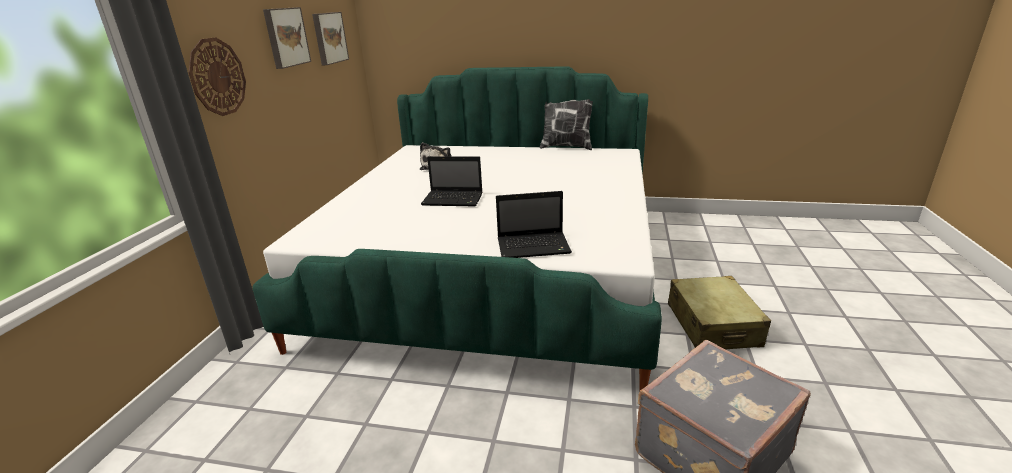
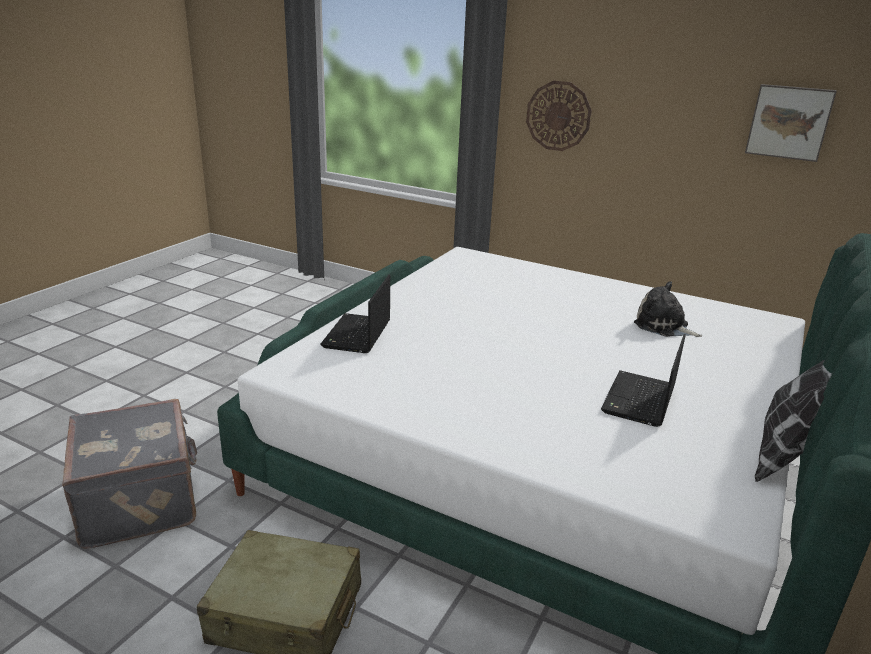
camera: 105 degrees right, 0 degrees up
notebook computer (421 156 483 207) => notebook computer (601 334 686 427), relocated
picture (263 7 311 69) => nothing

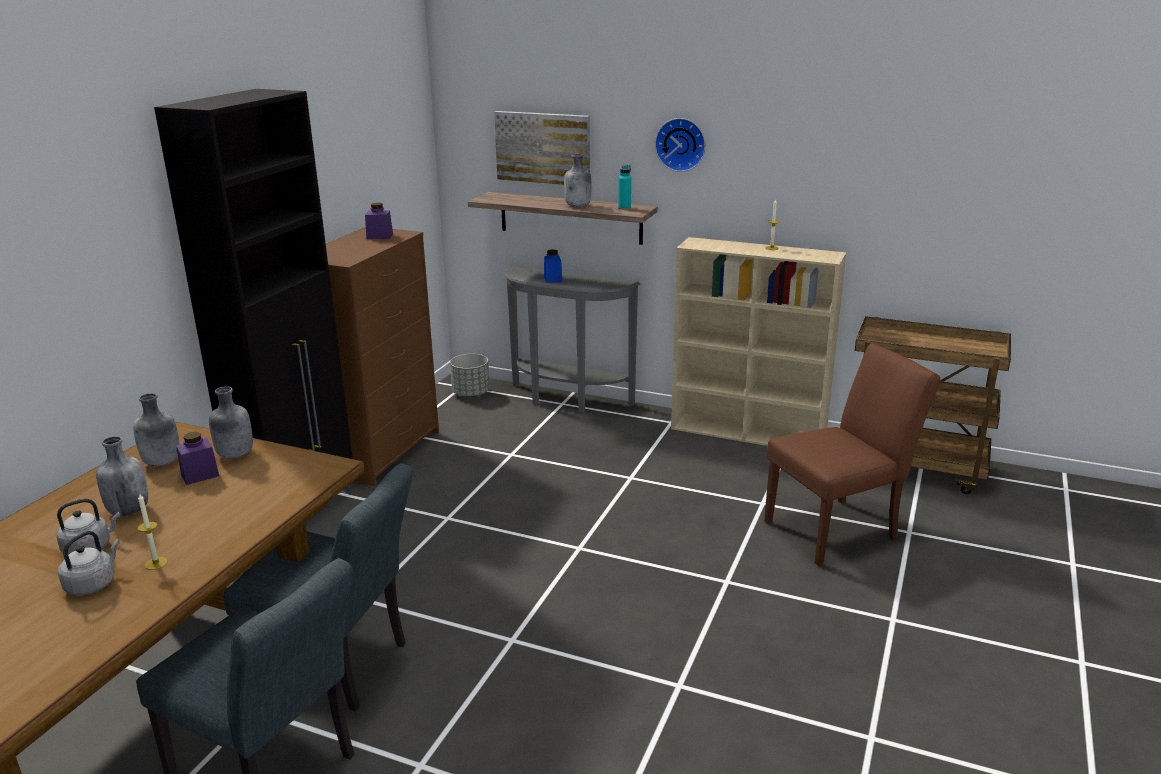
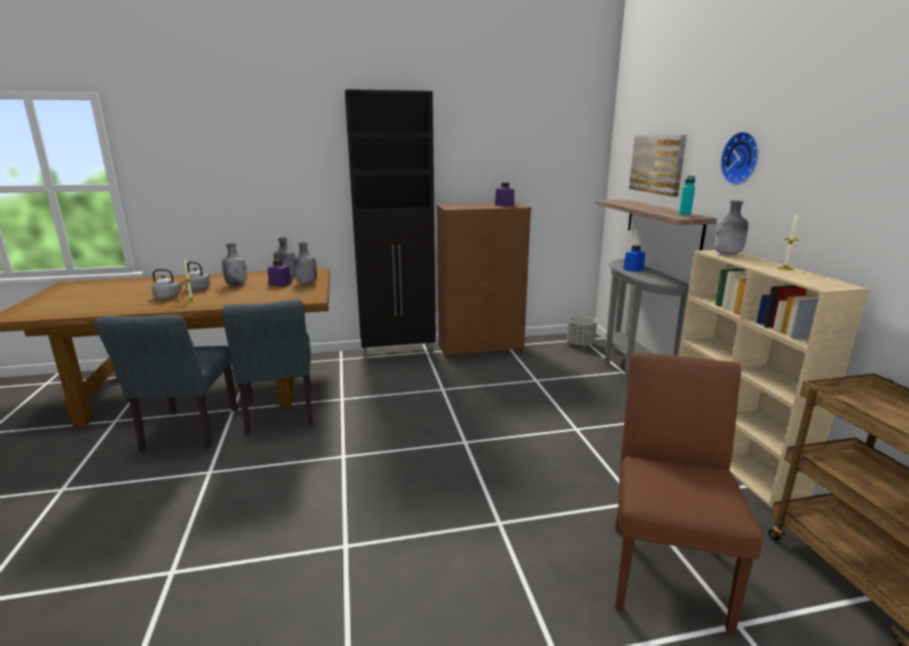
camera: 55 degrees right, 5 degrees down
brown upright chair (764 344 940 566) => brown upright chair (615 353 763 634), 105 degrees counterclockwise
grey beverage bottle (564 154 592 207) => grey beverage bottle (714 200 748 255), relocated

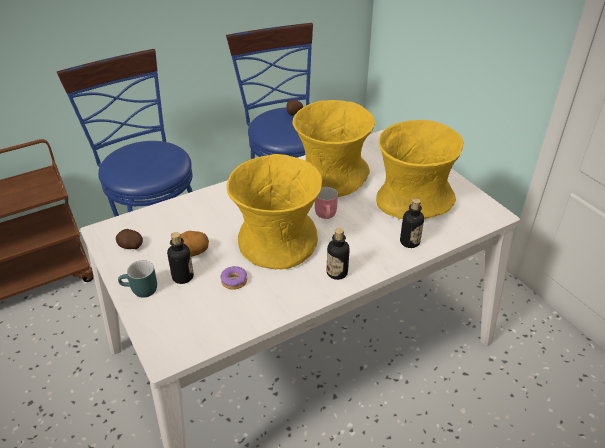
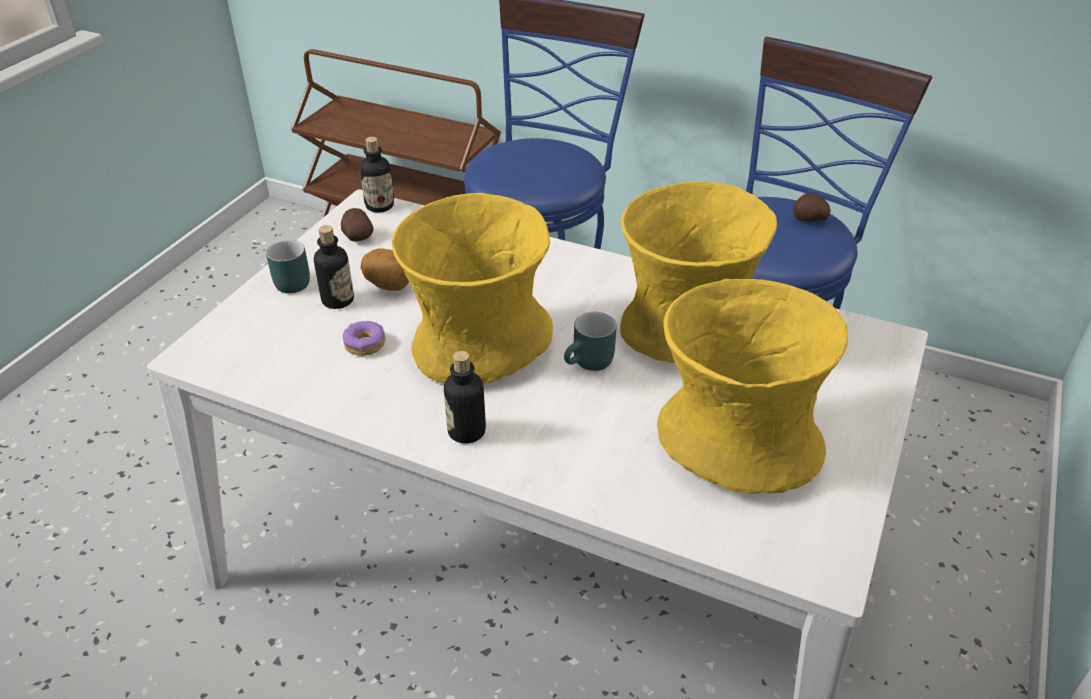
camera: 55 degrees right, 0 degrees up
beverage bottle (400 198 424 248) => beverage bottle (360 137 394 212), relocated
pink coffee mug (315 187 338 219) => turquoise-coloured coffee mug (564 312 617 371)

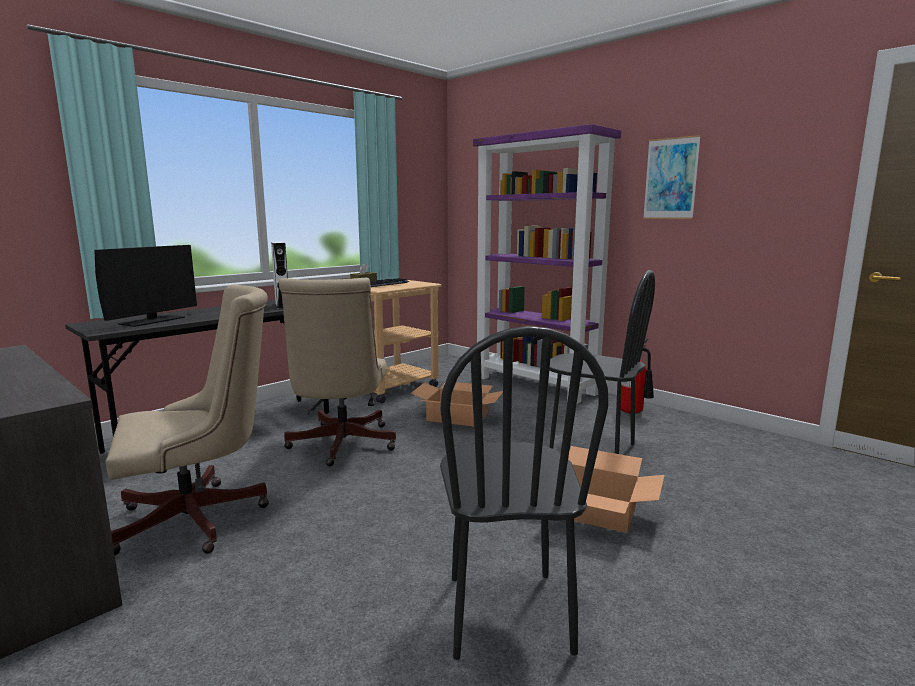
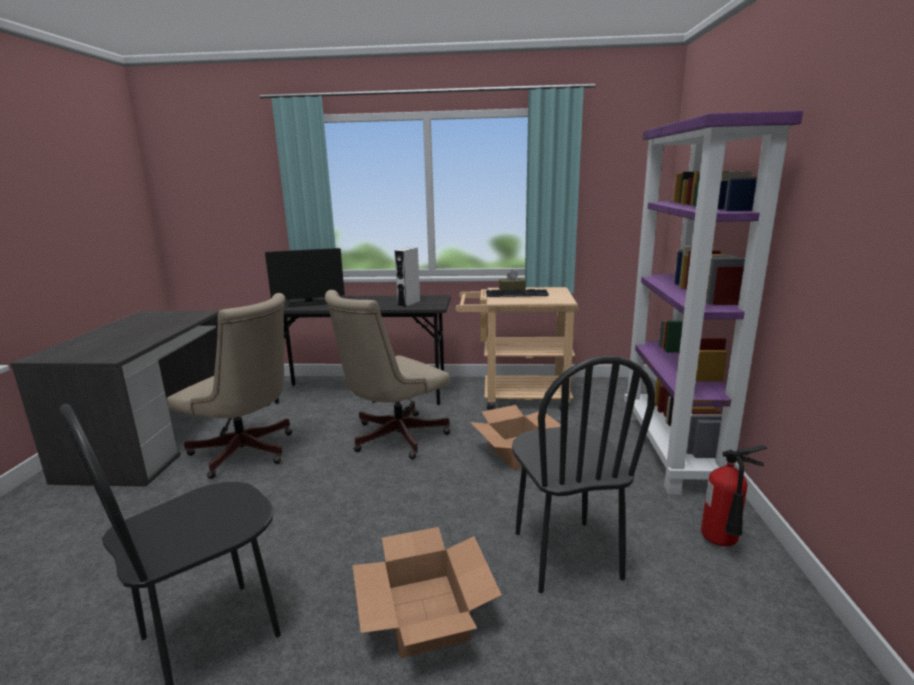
camera: 50 degrees right, 5 degrees up
picture (643 135 701 219) => nothing

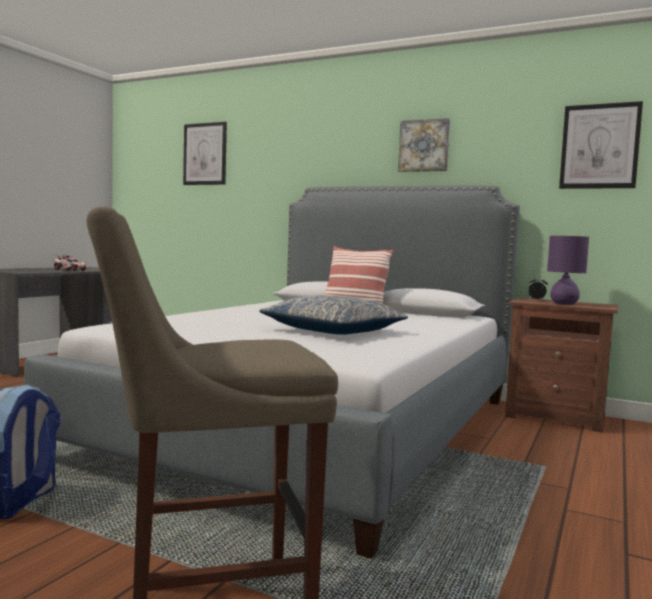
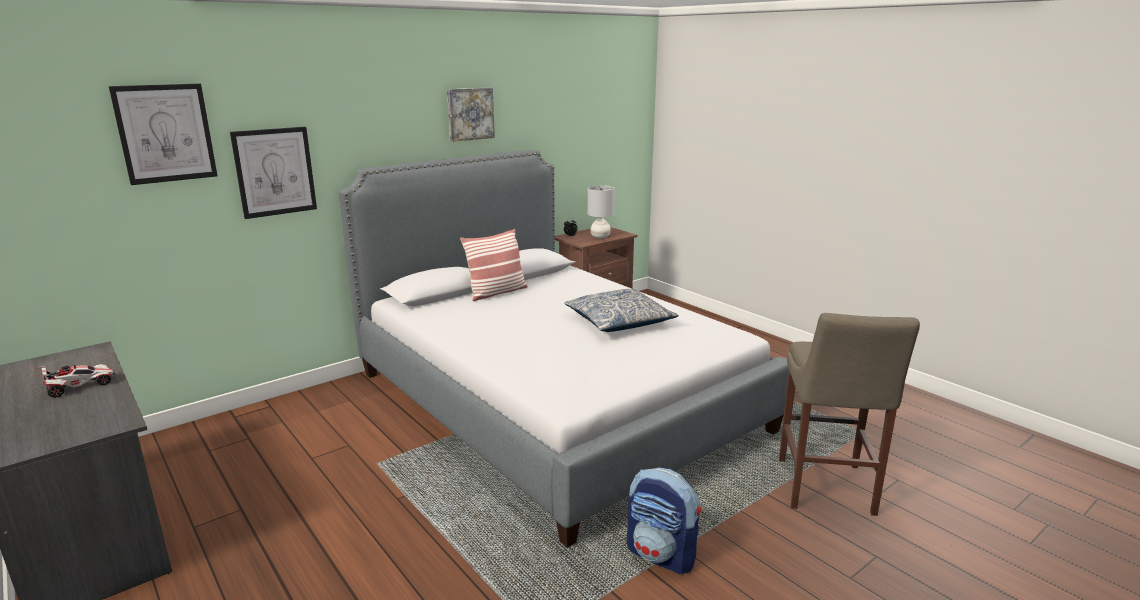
camera: 65 degrees left, 15 degrees up
picture (559 101 643 189) => picture (230 127 317 219), relocated
purplish tabletop lamp (547 236 589 305) => grey tabletop lamp (587 185 615 238)

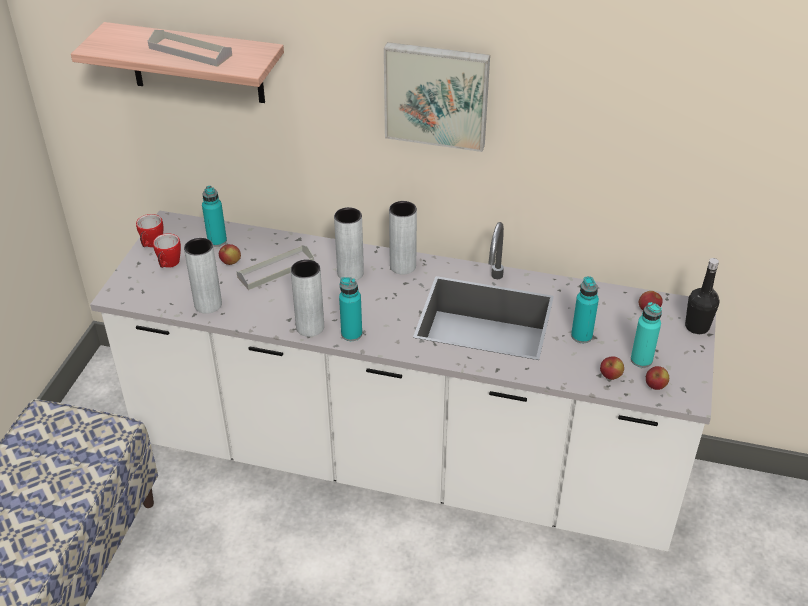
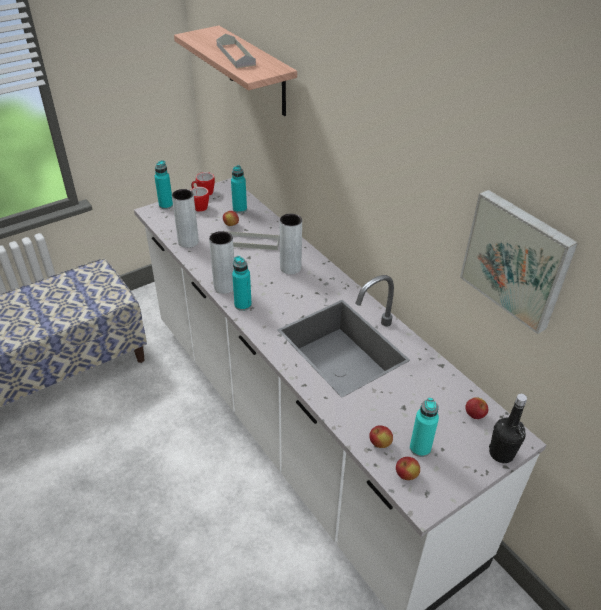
camera: 40 degrees right, 0 degrees up
turquoise-coloured beverage bottle (571 276 599 343) => turquoise-coloured beverage bottle (154 160 173 209), relocated
picture (384 42 490 152) => picture (460 190 578 334), relocated
grey flower vase (389 201 417 275) => nothing

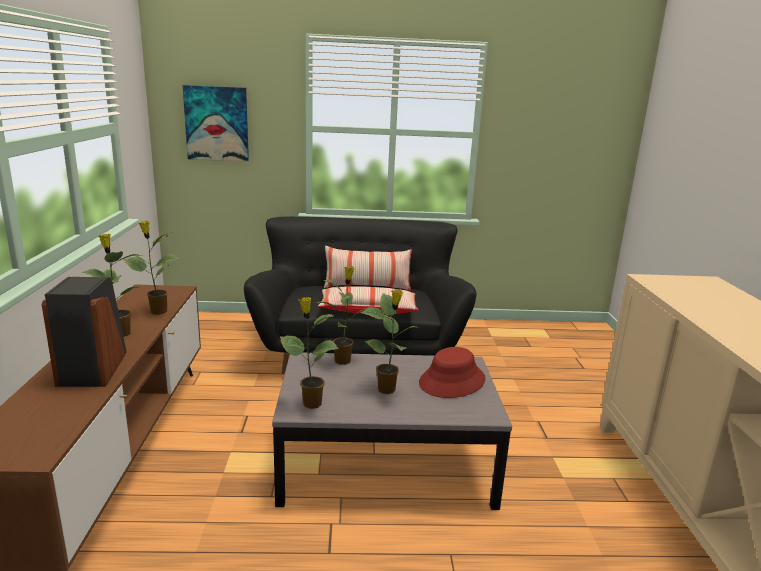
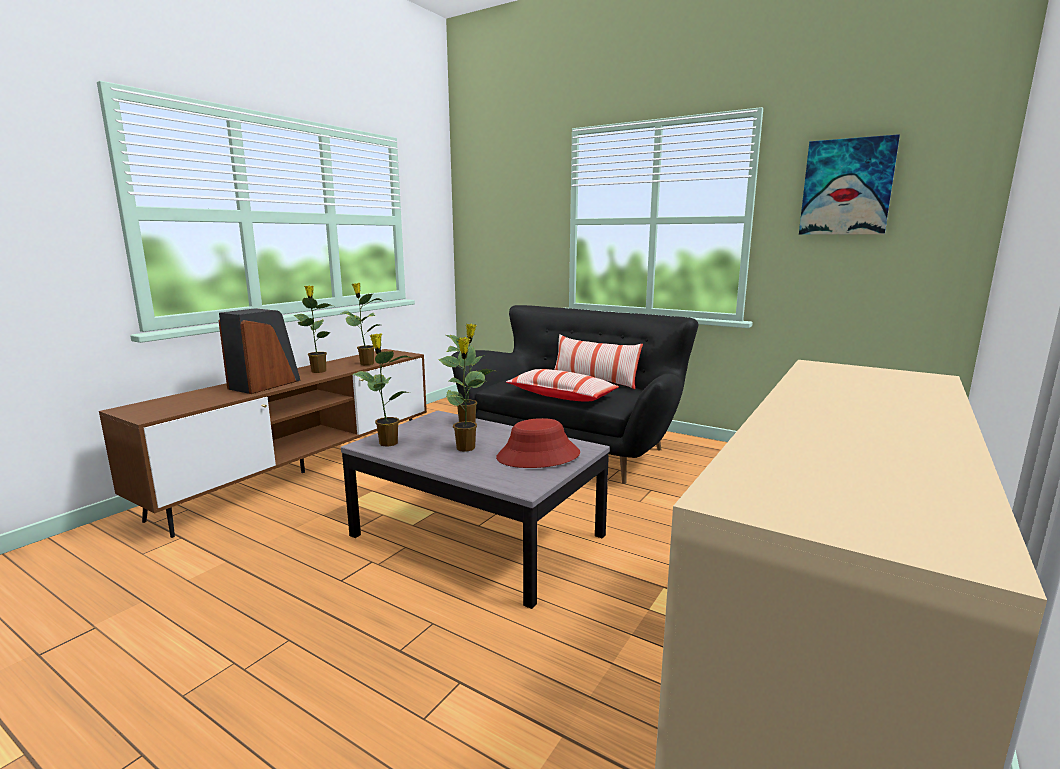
camera: 35 degrees right, 5 degrees down
picture (183 85 249 162) => picture (799 134 900 235), relocated

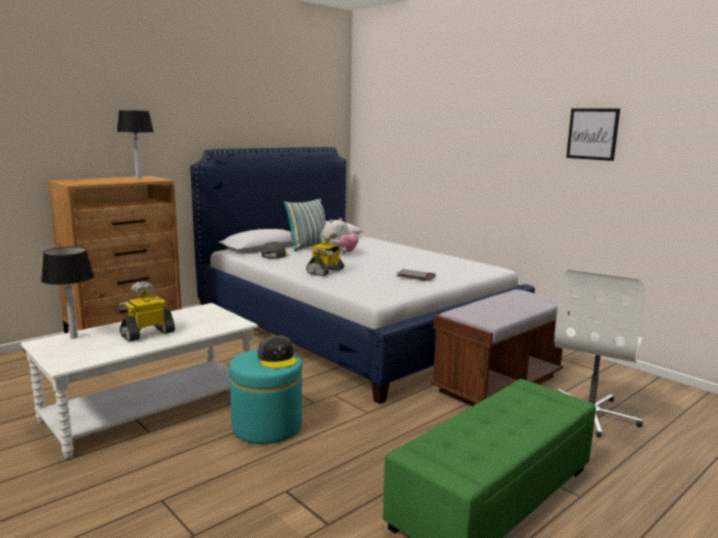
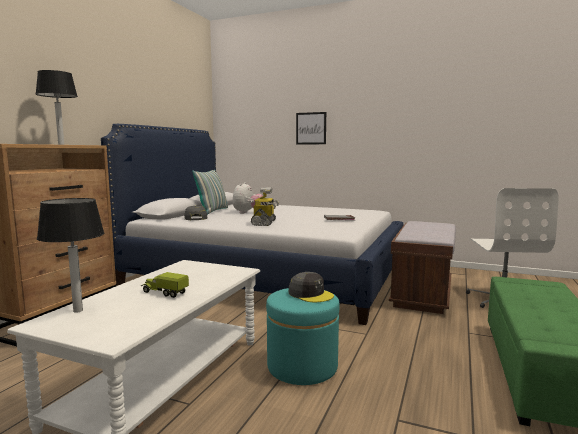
camera: 25 degrees left, 5 degrees down
toy robot (119 282 175 342) => model truck (141 272 189 298)
picture (566 109 620 161) => picture (296 112 326 144), relocated

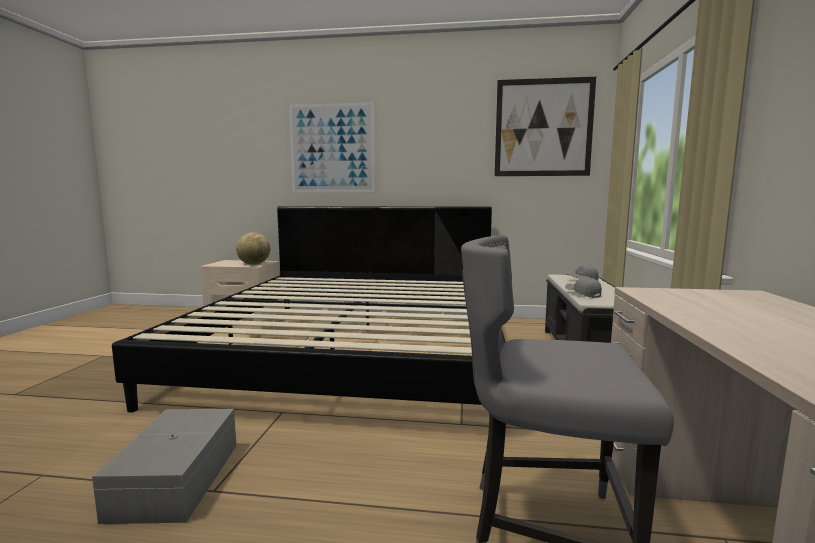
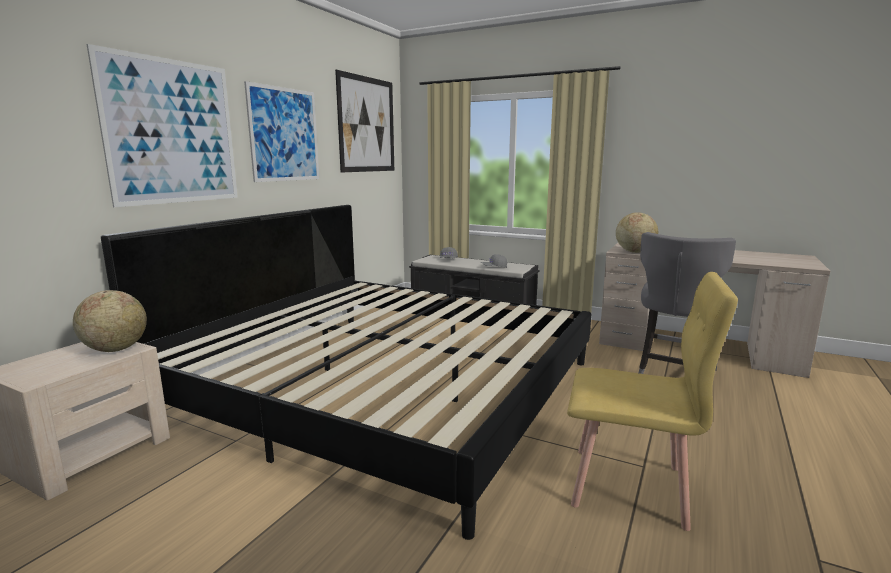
camera: 70 degrees left, 5 degrees up
nothing => picture (244 81 319 182)
grey storage bin (92 409 237 524) => yellow-coloured upright chair (567 272 738 531)
nothing => desk globe (616 212 658 253)

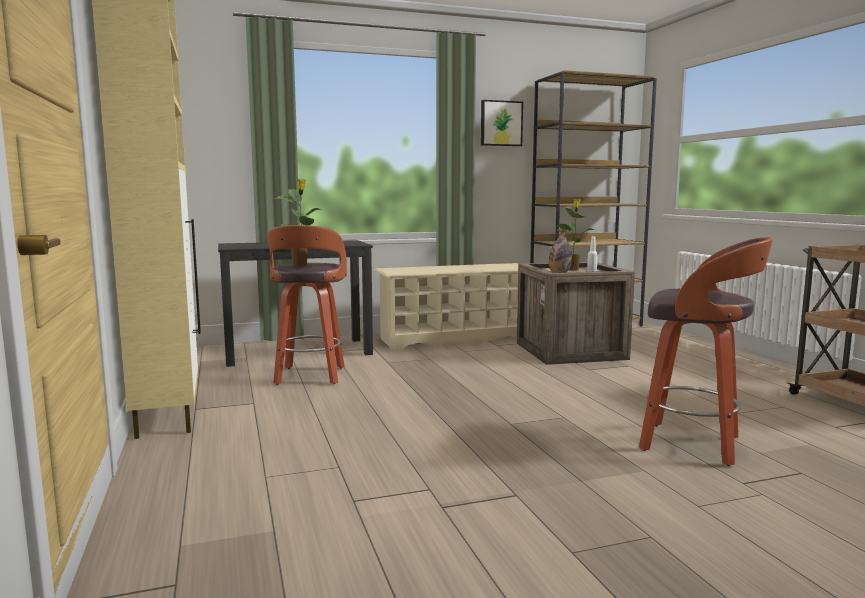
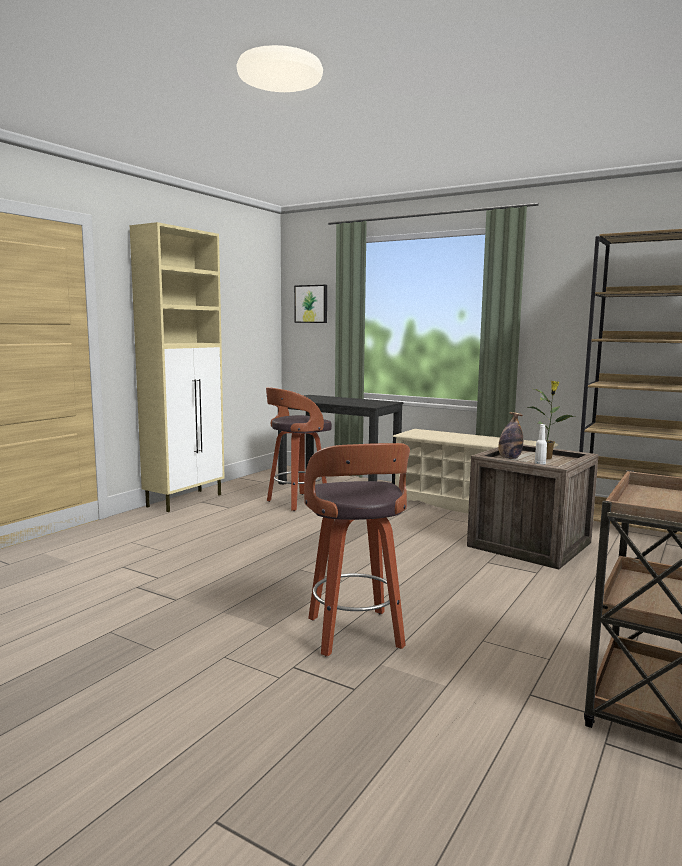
camera: 50 degrees right, 0 degrees up
picture (481 100 523 146) => picture (294 285 327 323), relocated
potted plant (275 179 321 266) => nothing

